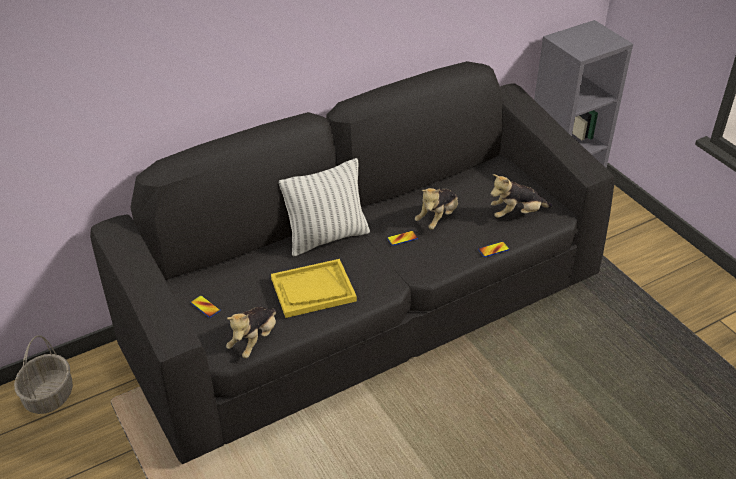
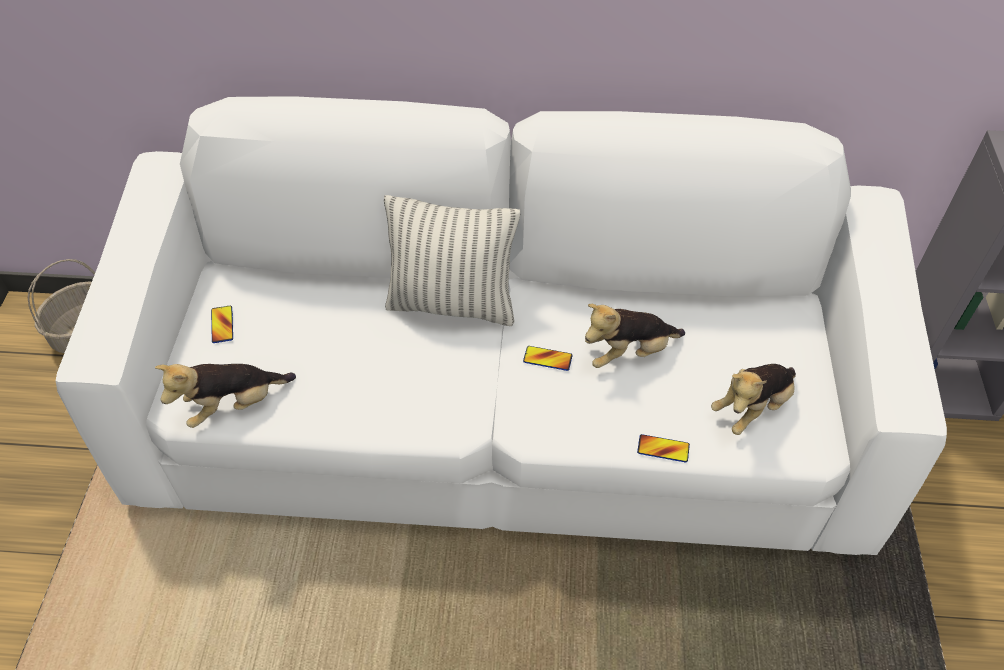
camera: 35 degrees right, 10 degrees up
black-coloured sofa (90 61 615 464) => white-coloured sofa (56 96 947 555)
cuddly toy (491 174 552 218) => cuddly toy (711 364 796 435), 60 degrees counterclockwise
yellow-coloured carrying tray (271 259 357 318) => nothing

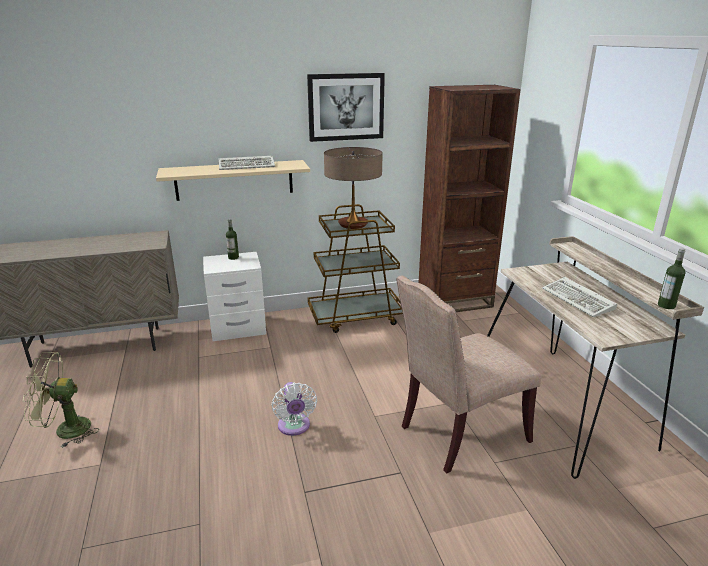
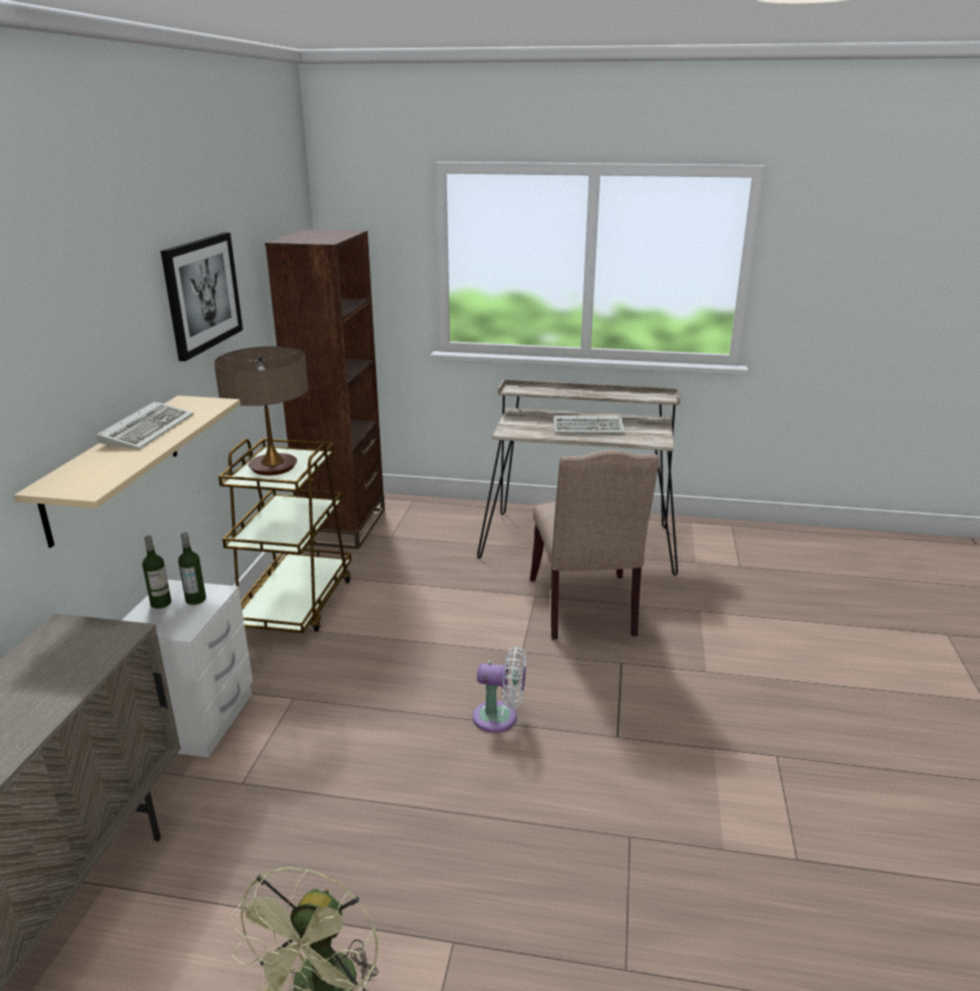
camera: 65 degrees left, 0 degrees up
beverage bottle (658 248 686 309) => beverage bottle (178 532 206 605), relocated

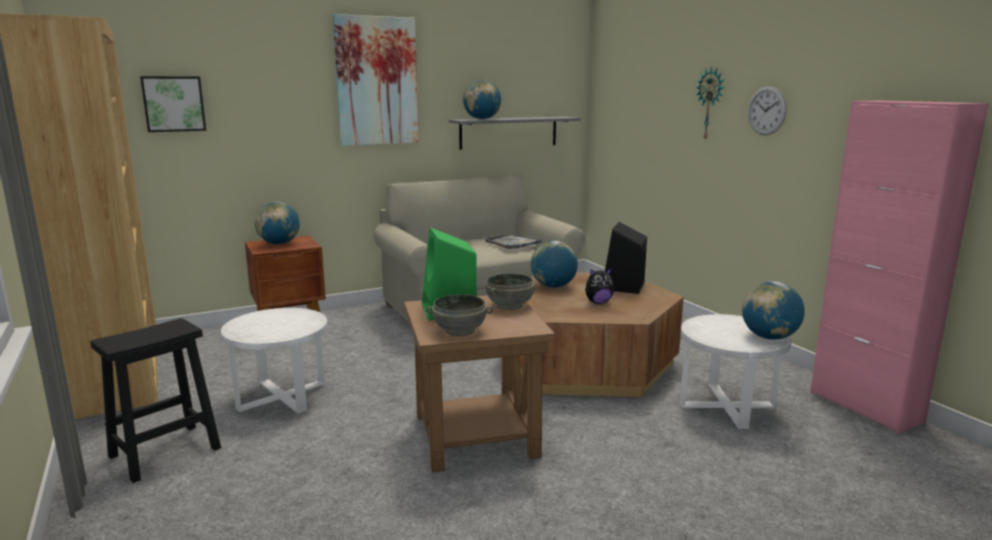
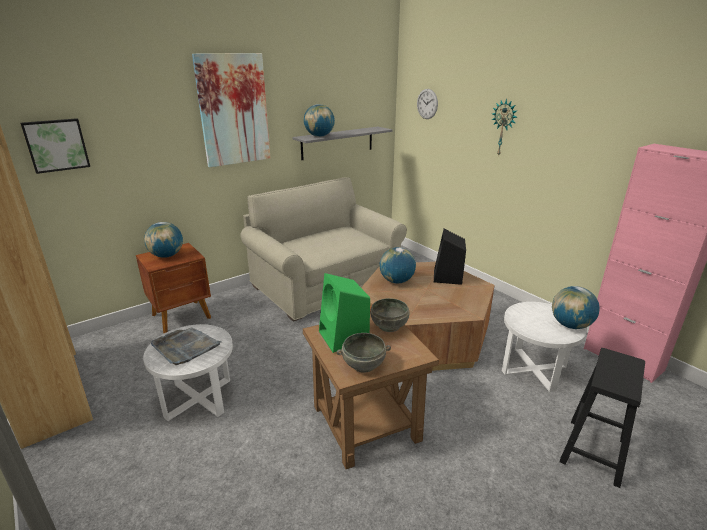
camera: 10 degrees left, 10 degrees up
grey carrying tray (483 234 542 249) => grey carrying tray (151 327 222 365), relocated
clock on the wall (748 86 787 135) => clock on the wall (417 89 438 119), relocated
black-coloured sitting stool (90 318 221 483) => black-coloured sitting stool (559 348 645 488), relocated
cuddly toy (585 268 614 304) => nothing

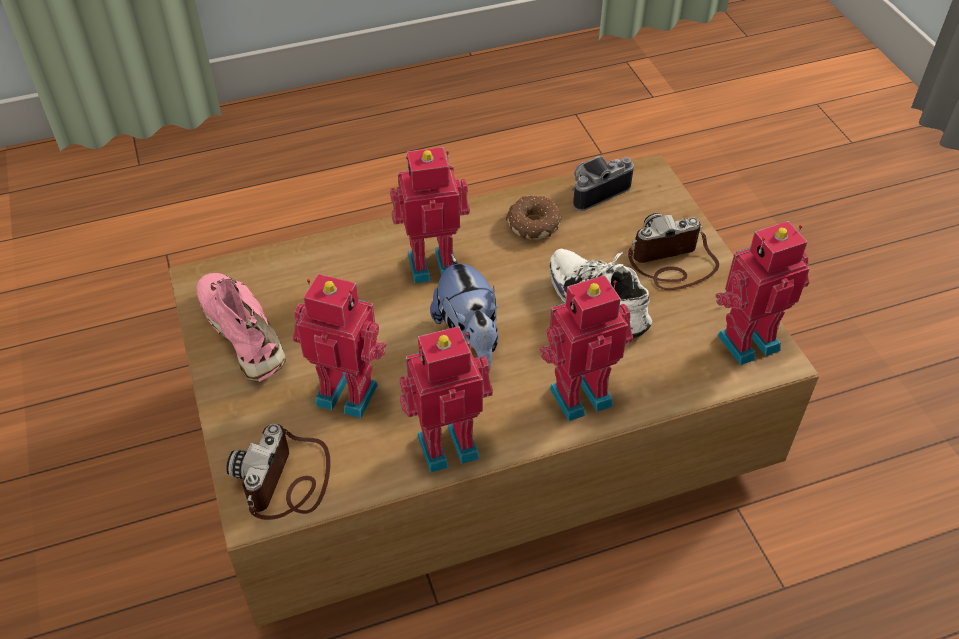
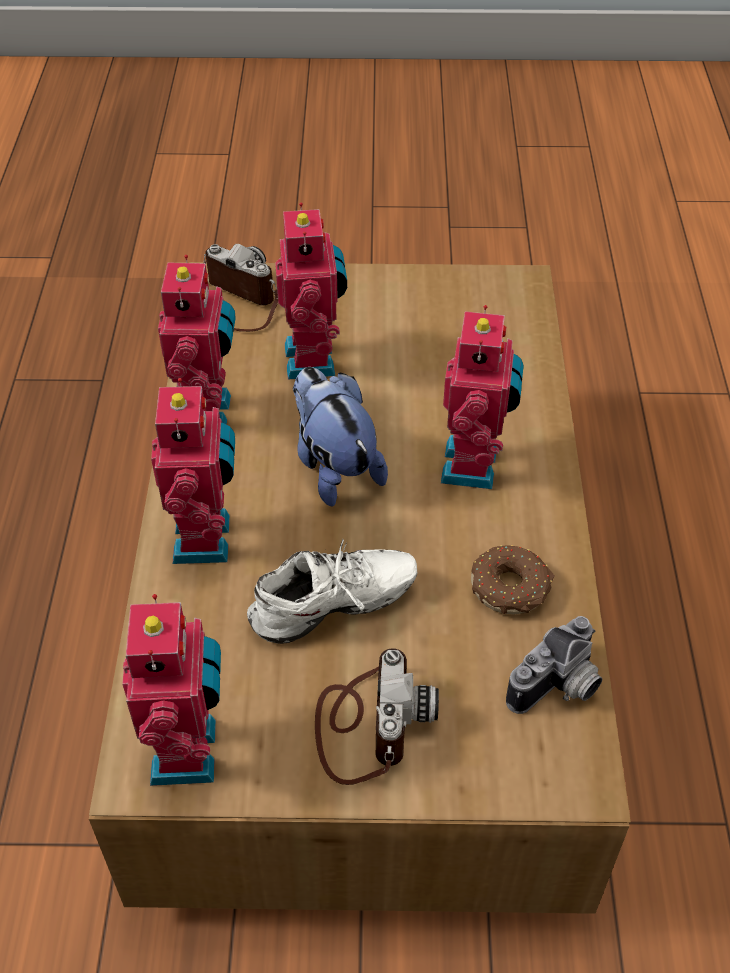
camera: 110 degrees right, 0 degrees up
toy robot (292 273 387 419) => toy robot (275 203 347 380), 45 degrees counterclockwise
cuddly toy (430 253 499 371) => cuddly toy (293 367 388 507), 60 degrees clockwise
photo camera (572 156 634 211) => photo camera (506 616 603 714), 60 degrees clockwise
pink low shoe (197 273 286 382) => nothing

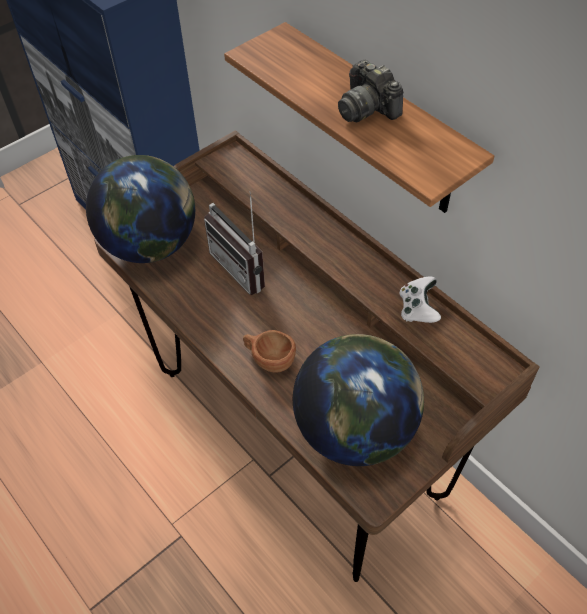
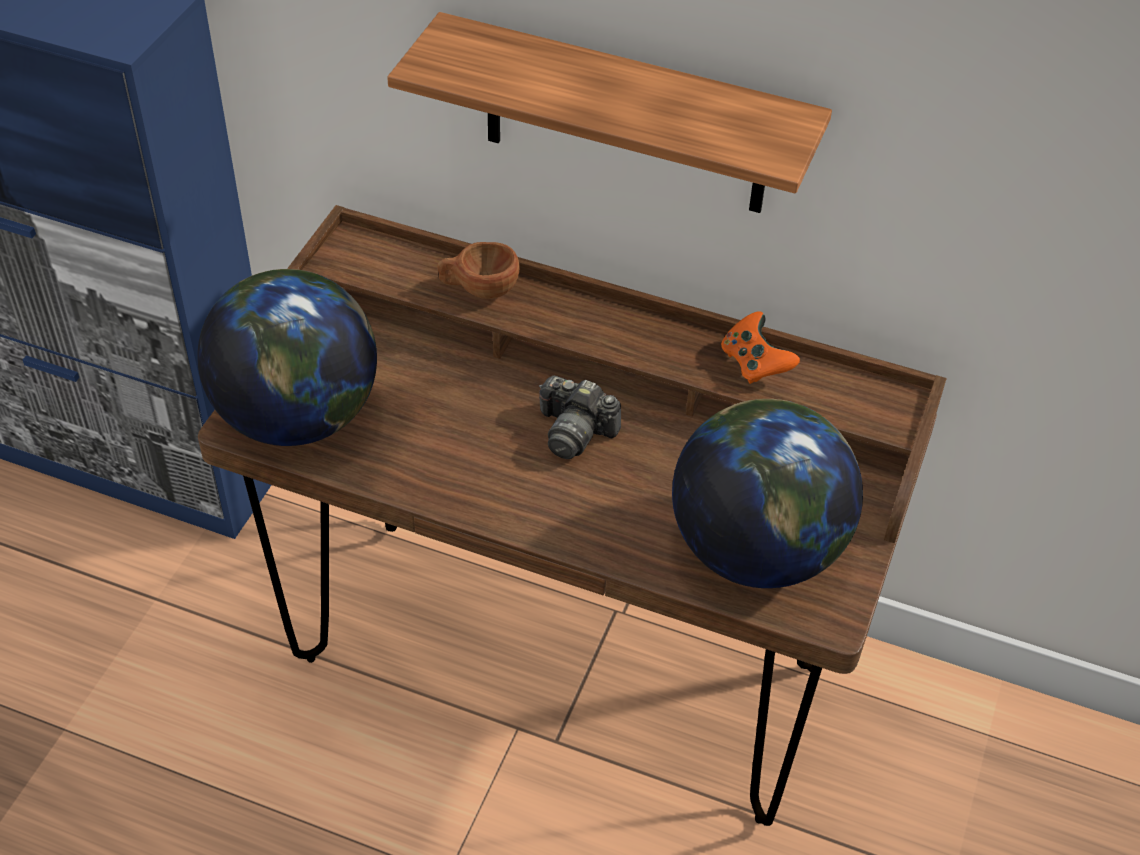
camera: 30 degrees left, 5 degrees down
brown cup (243 330 296 373) => brown cup (437 242 519 299), relocated
photo camera (338 60 403 122) => photo camera (539 375 621 459), relocated
white-coloured joypad (400 276 441 323) => orange joypad (721 311 800 384)
radio set (204 191 265 295) => nothing

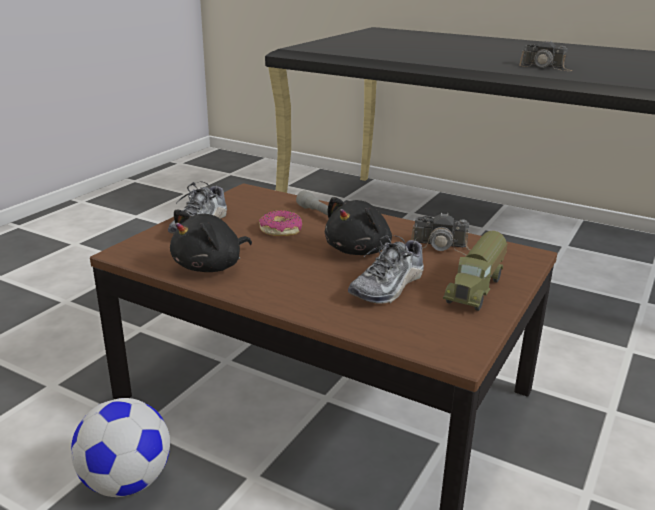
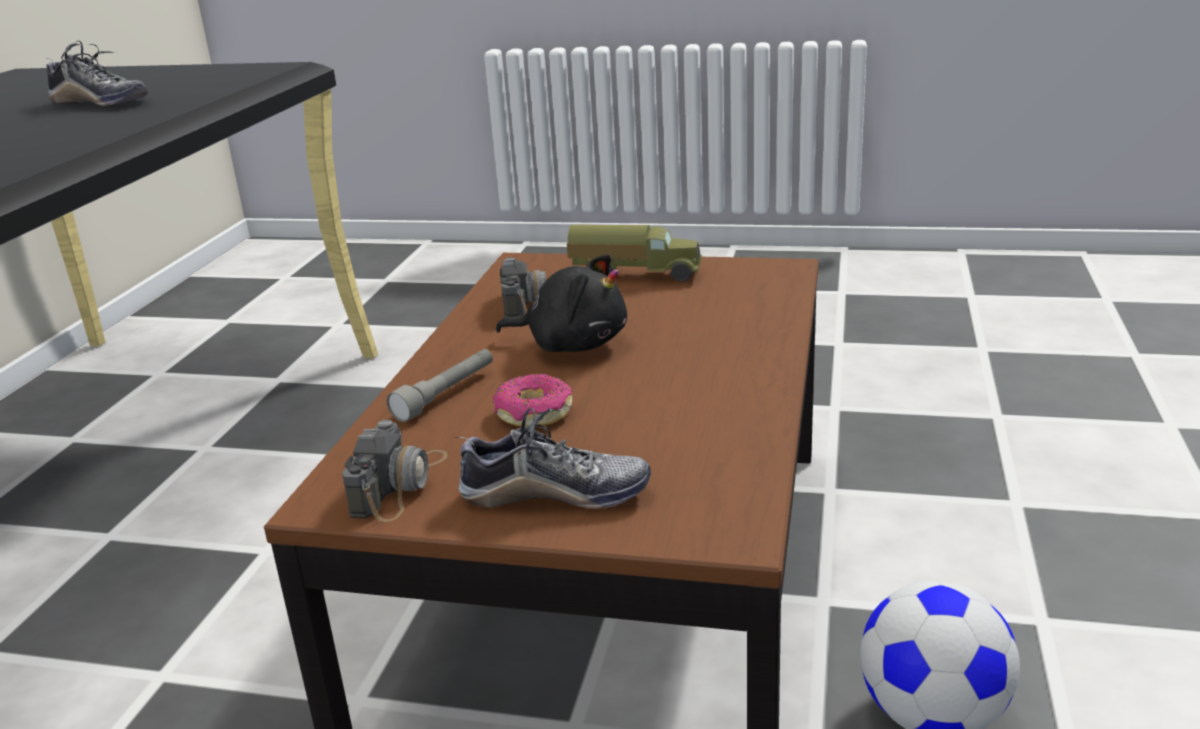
camera: 105 degrees left, 0 degrees up
low shoe (348 235 424 304) => low shoe (46 41 148 105), relocated
photo camera (519 40 572 71) => photo camera (342 420 448 522), relocated
black-coloured cuddly toy (170 209 252 272) => nothing

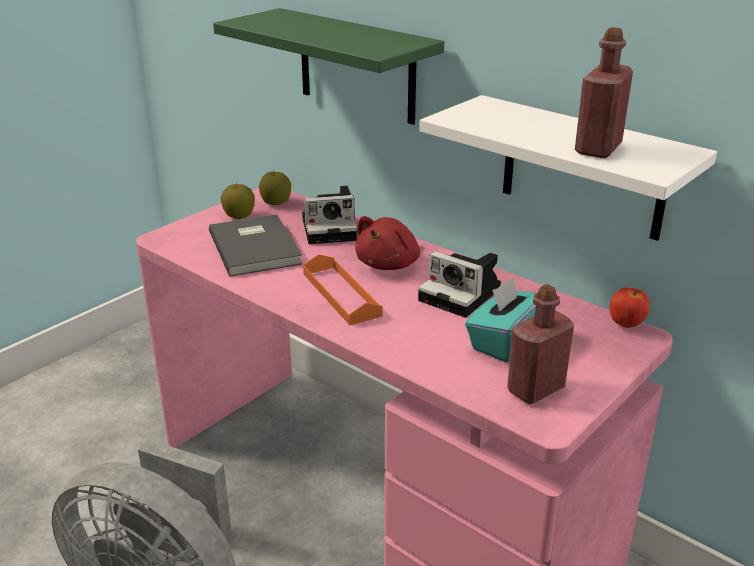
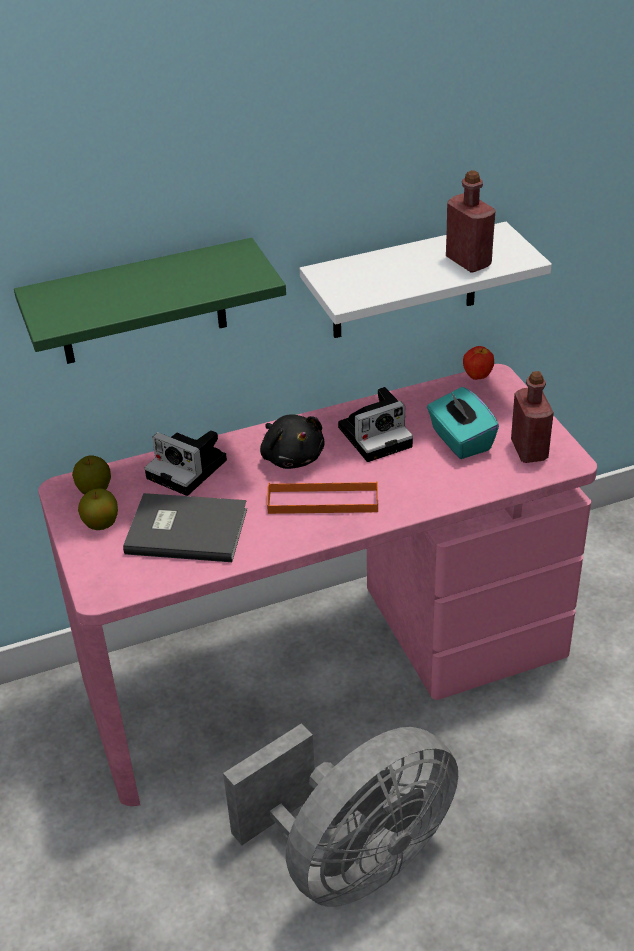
camera: 60 degrees left, 10 degrees up
photo camera (302 185 357 244) => photo camera (144 430 227 496), 105 degrees clockwise
red-coloured cuddly toy (355 216 420 270) => black-coloured cuddly toy (260 414 325 469)

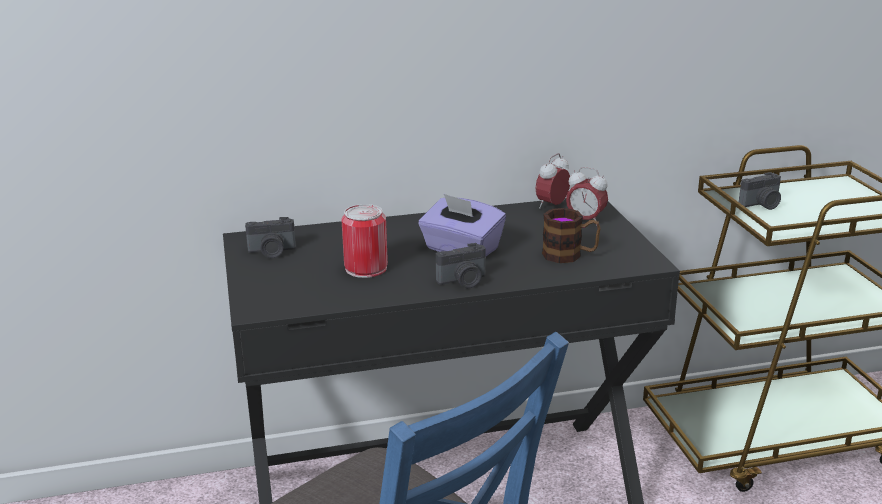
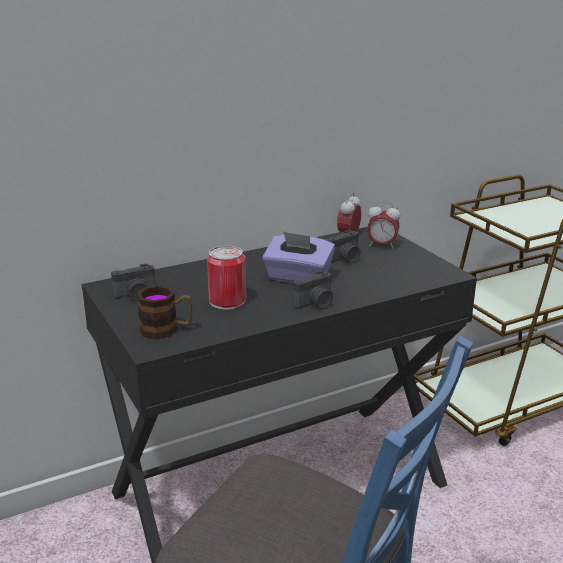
camera: 15 degrees left, 0 degrees up
coffee mug (542 208 601 263) => coffee mug (137 285 193 340), relocated
photo camera (739 172 781 210) => photo camera (326 230 360 263), relocated

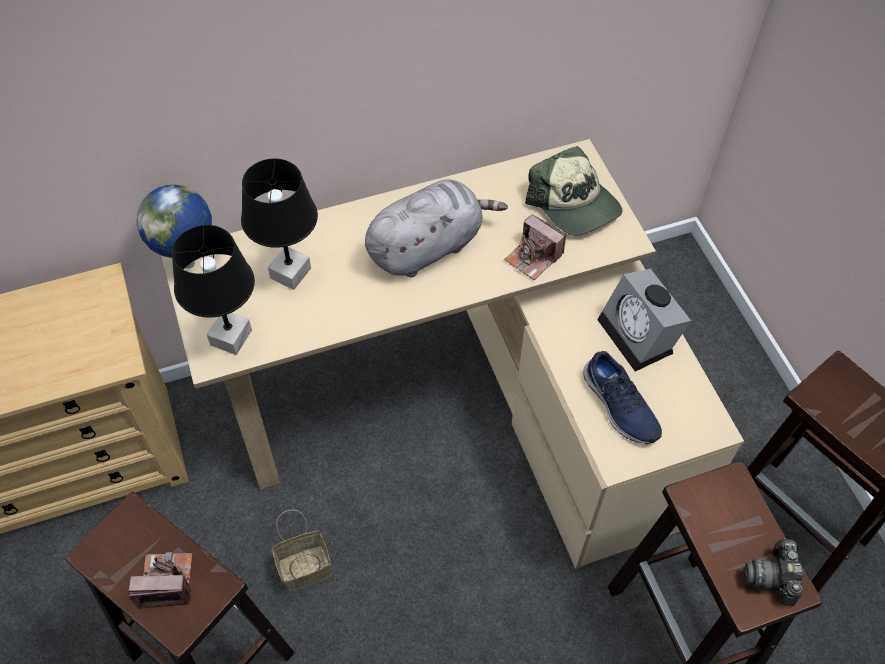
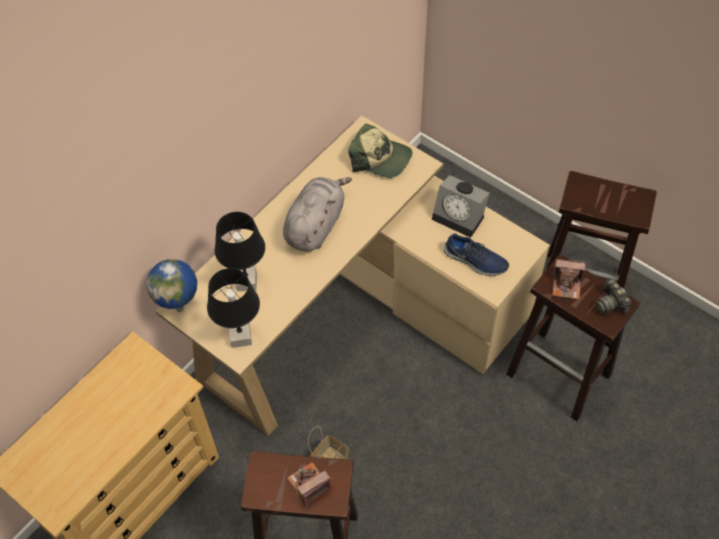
camera: 30 degrees left, 0 degrees up
photo camera (504 214 566 280) => photo camera (551 259 585 299), relocated

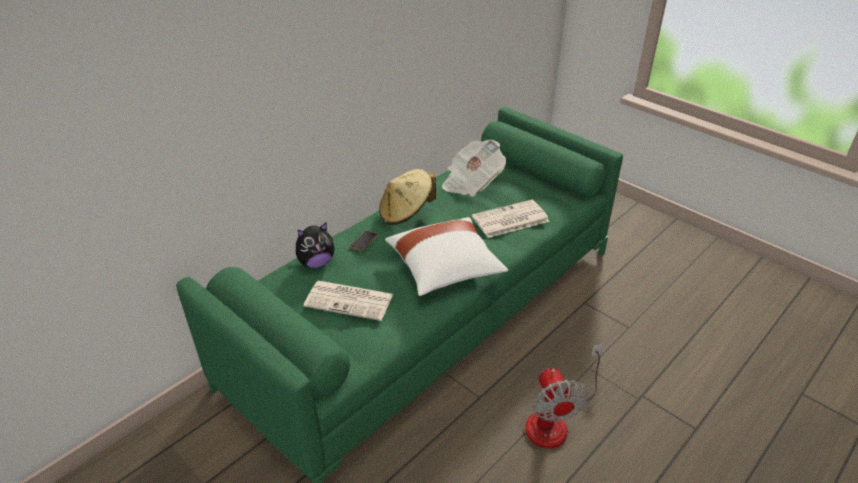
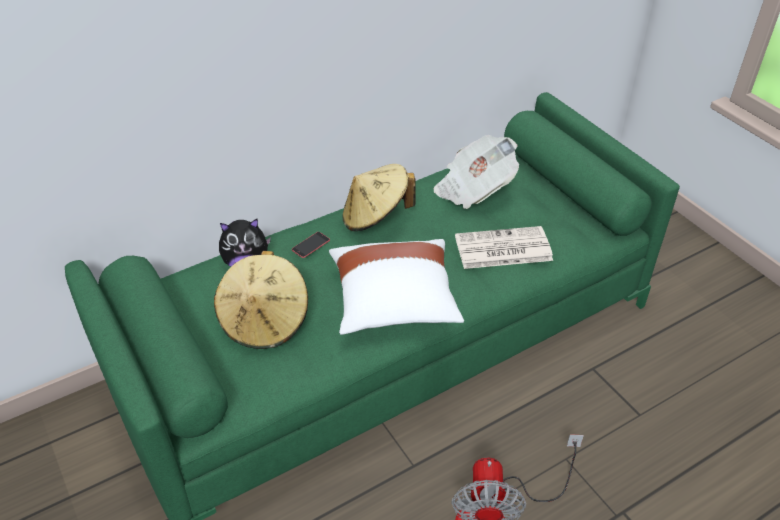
camera: 15 degrees right, 5 degrees up
daily paper (303 281 393 321) => beige-coloured clothing hat (214 251 308 349)

